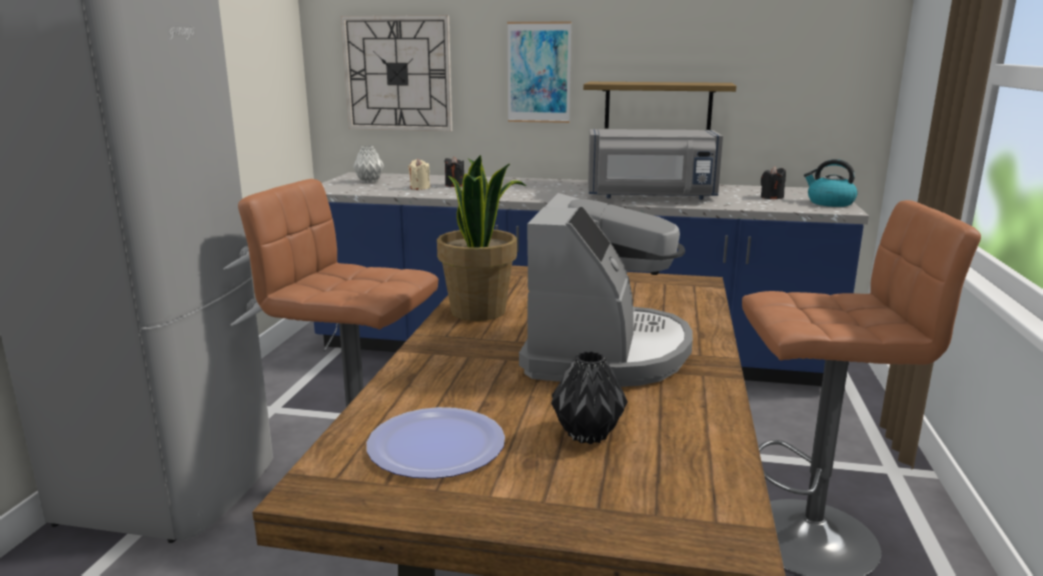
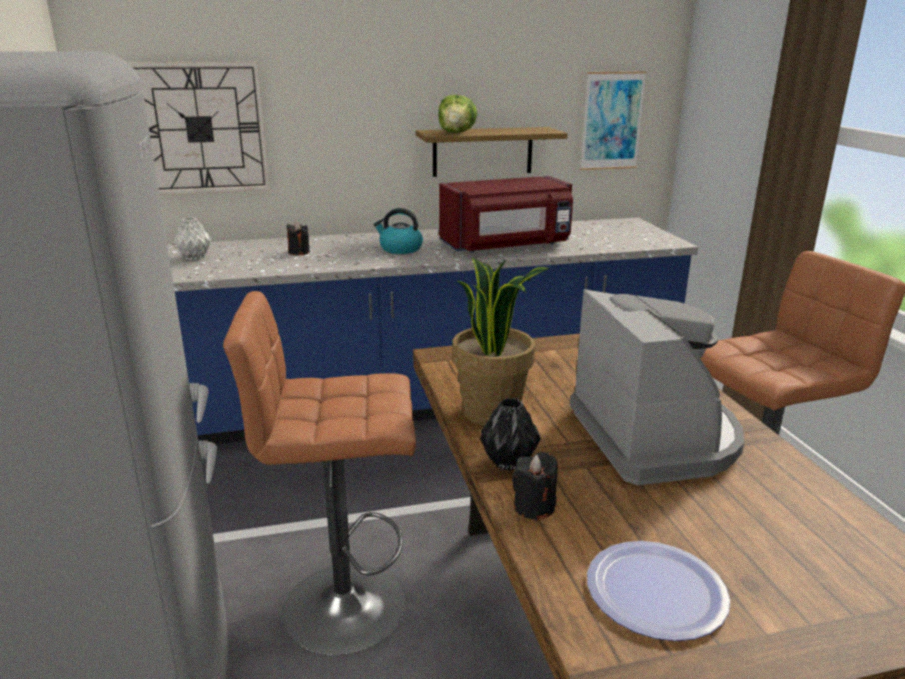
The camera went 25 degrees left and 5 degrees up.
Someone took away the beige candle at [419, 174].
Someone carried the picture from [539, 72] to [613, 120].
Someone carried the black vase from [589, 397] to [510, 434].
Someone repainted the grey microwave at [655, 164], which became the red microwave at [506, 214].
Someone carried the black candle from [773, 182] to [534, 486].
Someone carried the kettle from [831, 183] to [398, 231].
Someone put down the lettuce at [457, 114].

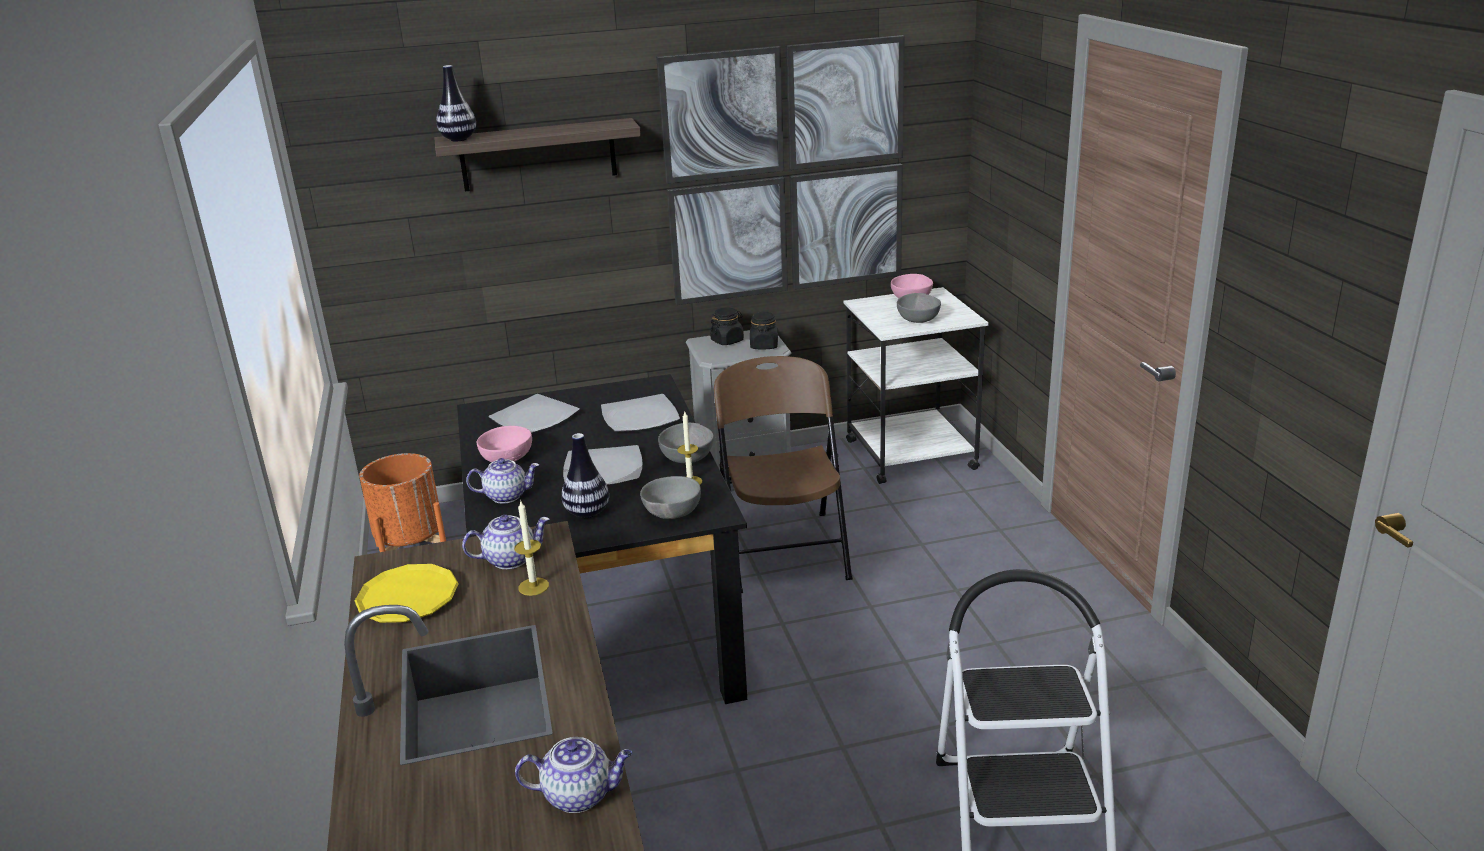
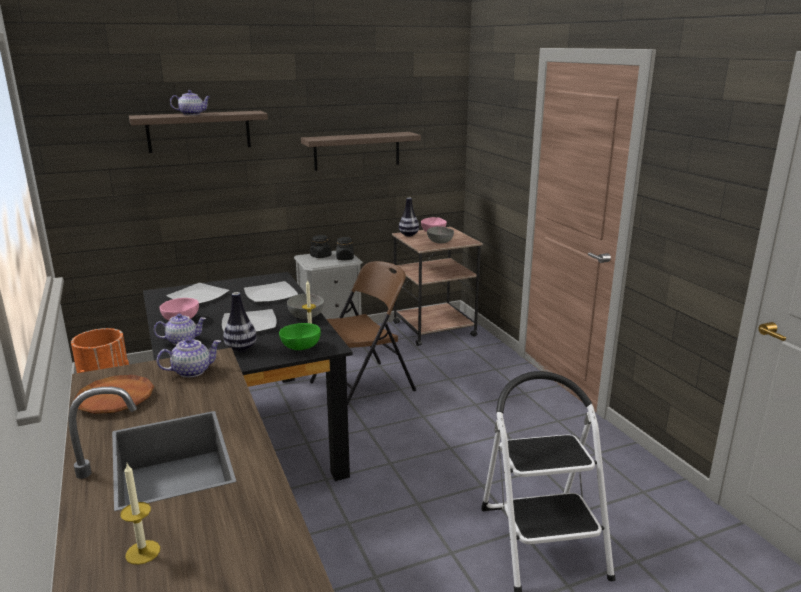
The camera went 10 degrees left and 5 degrees down.
Someone repainted the yellow plate at [407, 593], which became the brown plate at [113, 394].
Someone carried the vase from [456, 103] to [409, 217].
Someone carried the candle from [531, 548] to [140, 514].
Someone carried the teapot from [573, 775] to [190, 102].
Someone repainted the grey bowl at [670, 497], which became the green bowl at [300, 336].
Someone swapped the picture at [780, 170] for the shelf at [361, 151].
Someone rotated the brown chair at [783, 474] by 75 degrees clockwise.
Someone repainted the white cart at [916, 385], which became the brown cart at [437, 286].

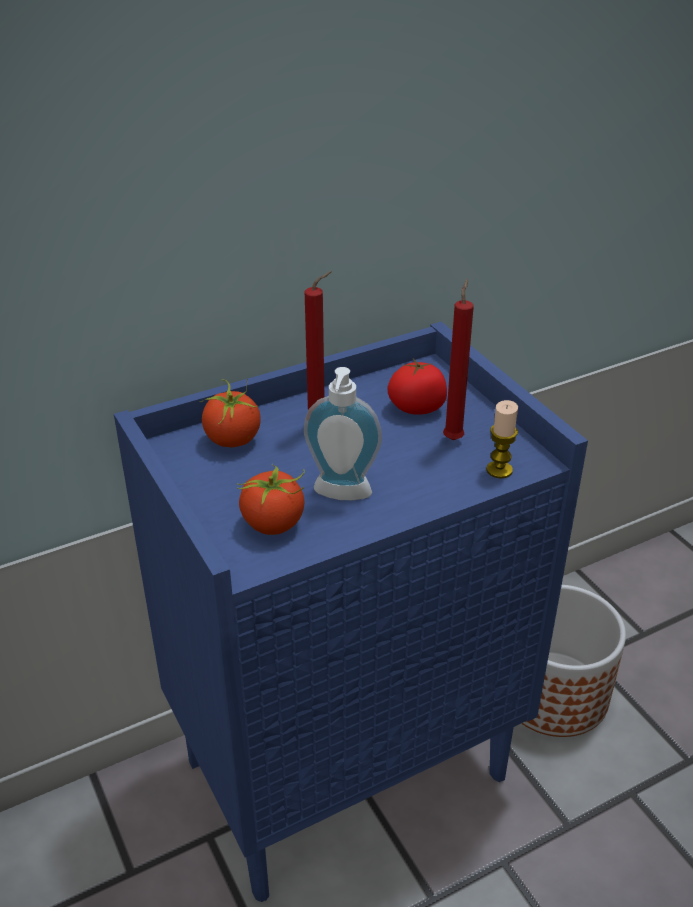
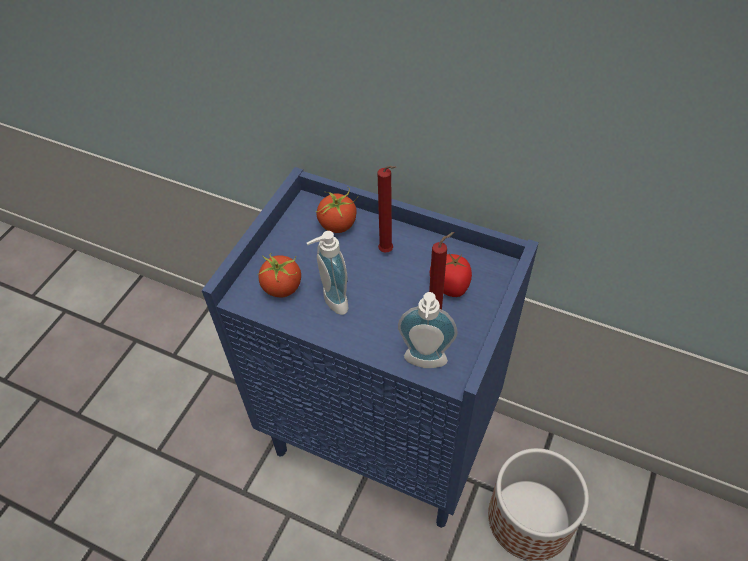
The camera went 55 degrees right and 15 degrees up.
Someone swapped the candle at [502, 439] for the soap dispenser at [427, 330].

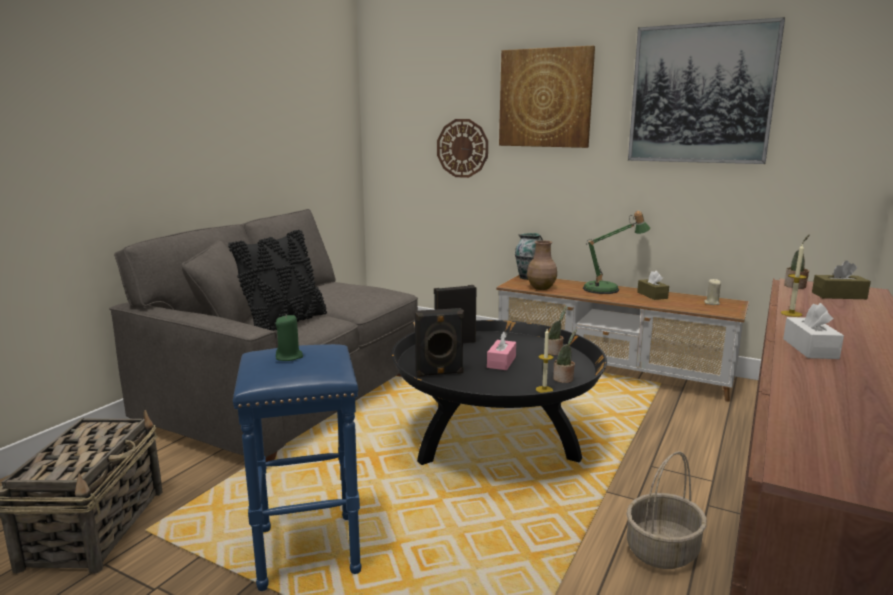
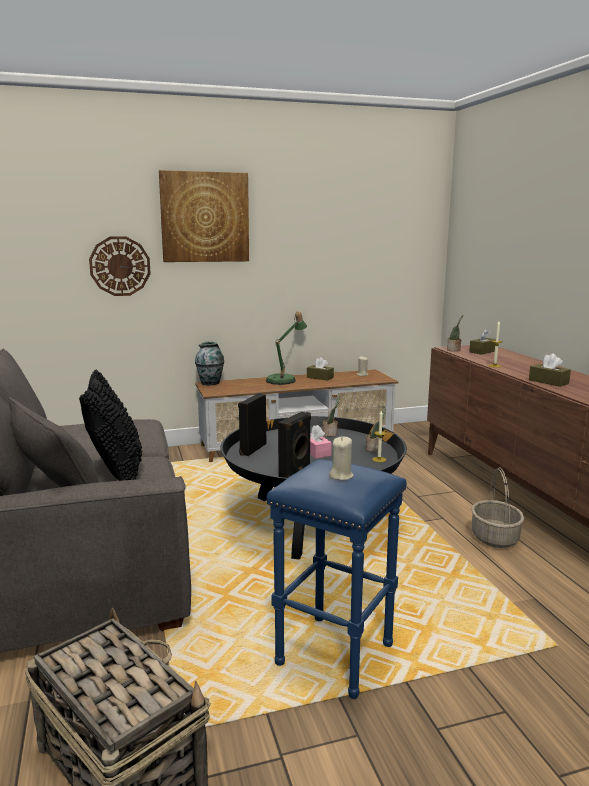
The camera went 45 degrees left and 0 degrees up.
Someone repainted the green candle at [289, 337], which became the beige candle at [341, 458].
Someone took away the brown vase at [542, 265].
Someone took away the picture at [706, 90].
Someone repainted the white tissue box at [813, 331], which became the brown tissue box at [550, 370].

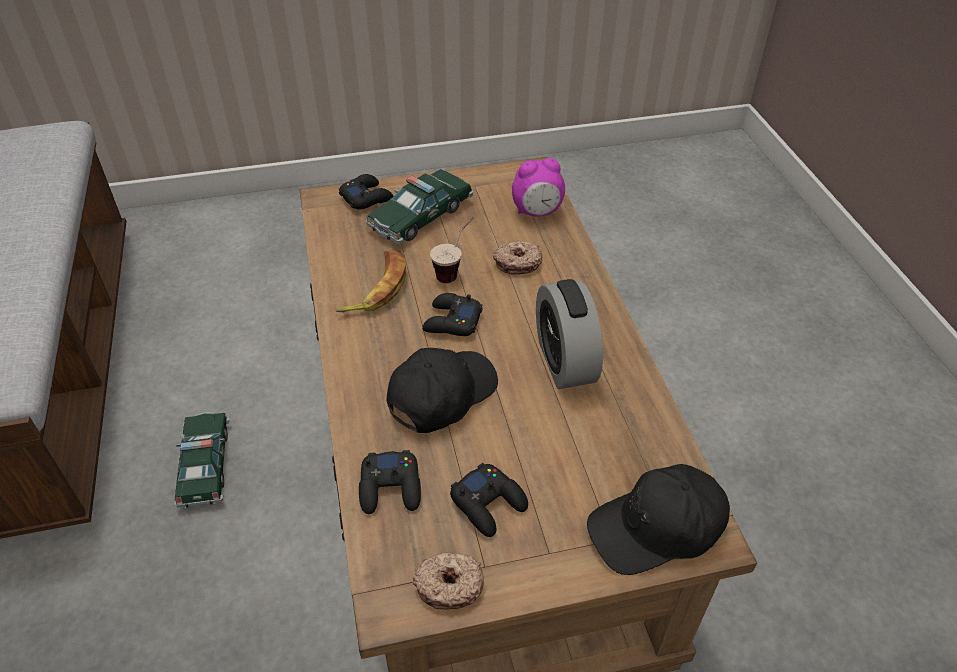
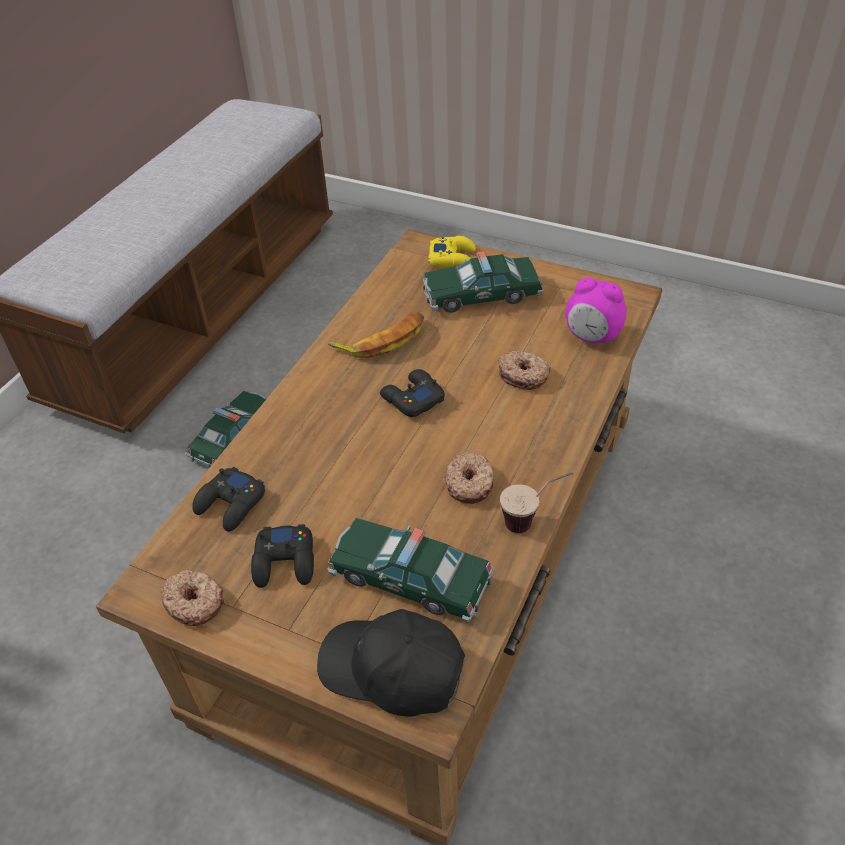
The camera went 40 degrees right and 0 degrees up.
Someone repainted the black game controller at [366, 192], which became the yellow game controller at [452, 252].
Someone took away the black cap at [442, 390].
Someone carried the cup from [452, 250] to [536, 502].
Someone swapped the alarm clock at [569, 334] for the donut at [469, 478].
Someone put down the toy car at [411, 570].

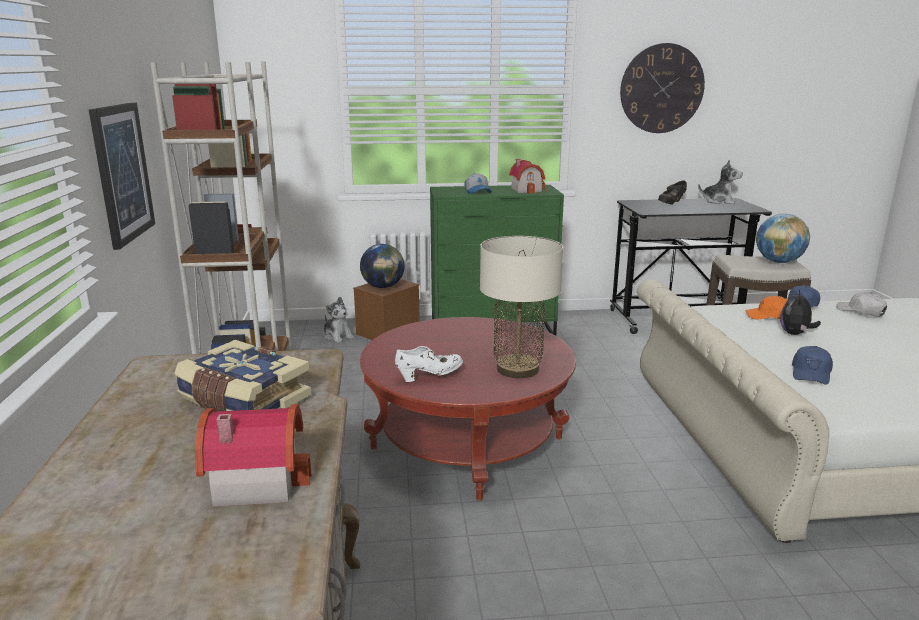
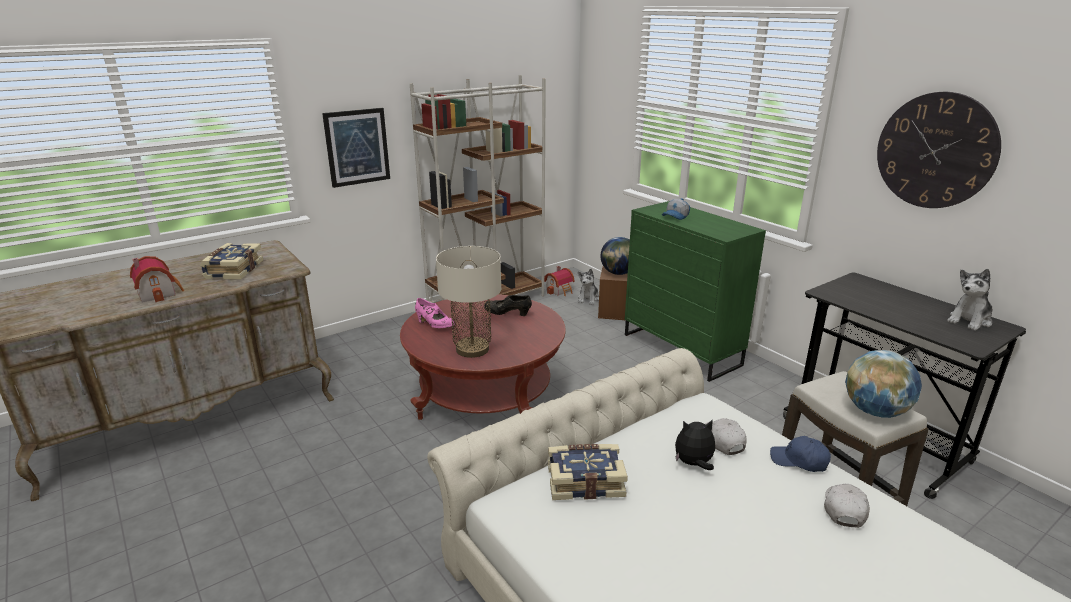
The camera went 60 degrees right and 5 degrees up.
Someone repainted the white shoe at [429, 364], which became the pink shoe at [435, 313].
Someone carried the toy house from [528, 176] to [559, 281].
Someone carried the black shoe from [672, 192] to [508, 305].
Someone rotated the plush toy at [720, 182] by 60 degrees clockwise.
Someone repainted the orange cap at [766, 307], which became the white cap at [726, 436].
Someone swapped the blue cap at [812, 365] for the book at [588, 472].

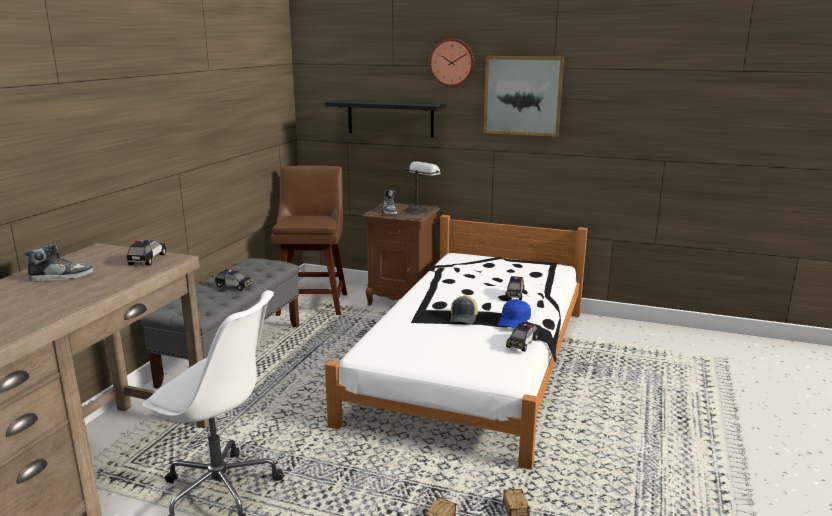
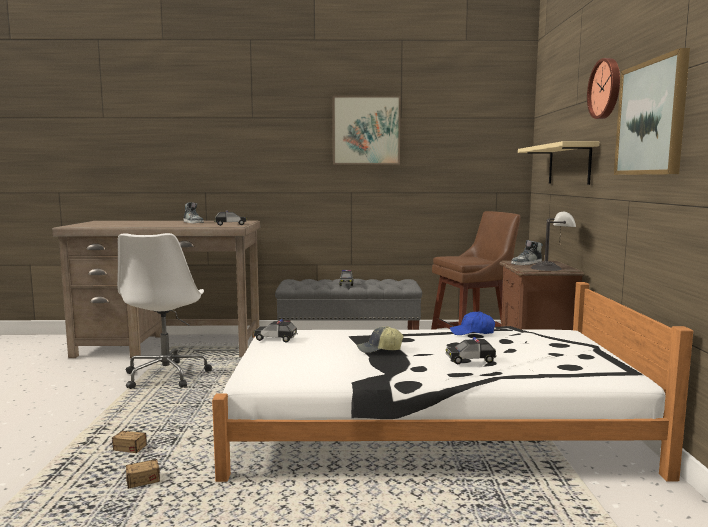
The camera went 70 degrees right and 10 degrees down.
Someone repainted the black shelf at [385, 118], which became the beige shelf at [558, 163].
Someone carried the blue cap from [514, 314] to [472, 323].
Someone carried the toy car from [522, 336] to [276, 330].
Someone put up the picture at [367, 130].

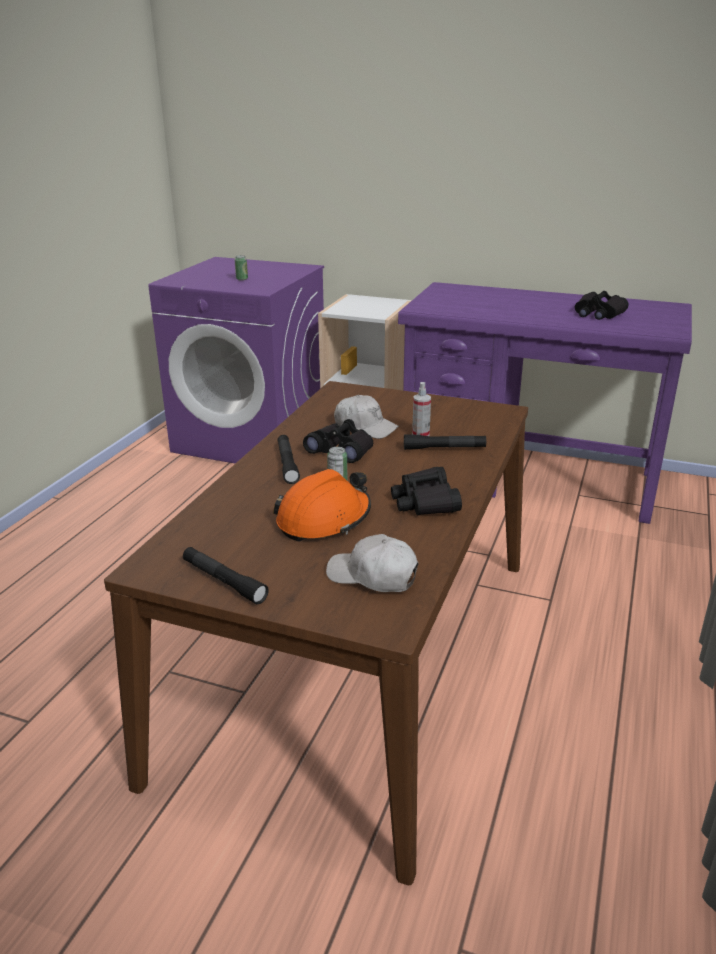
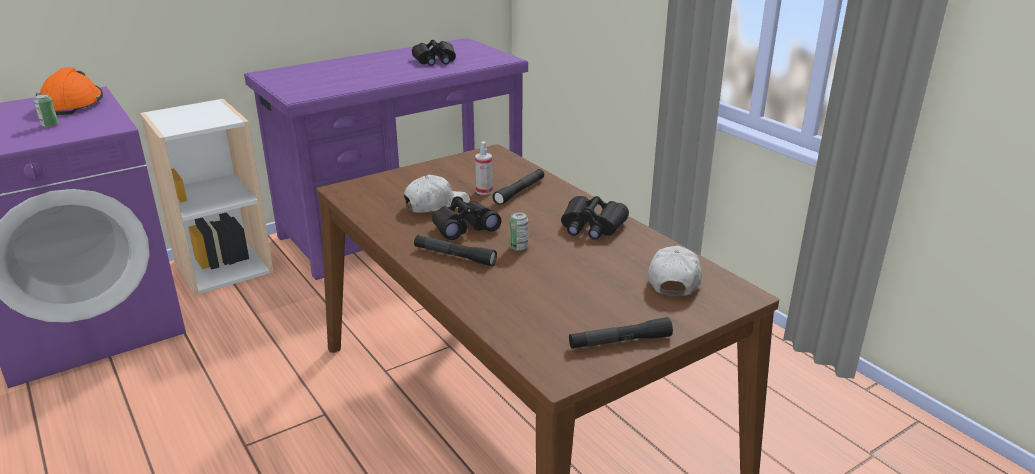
The camera went 55 degrees left and 0 degrees up.
Someone carried the orange hard hat from [322, 505] to [69, 91].
Someone rotated the white cap at [372, 563] by 135 degrees clockwise.

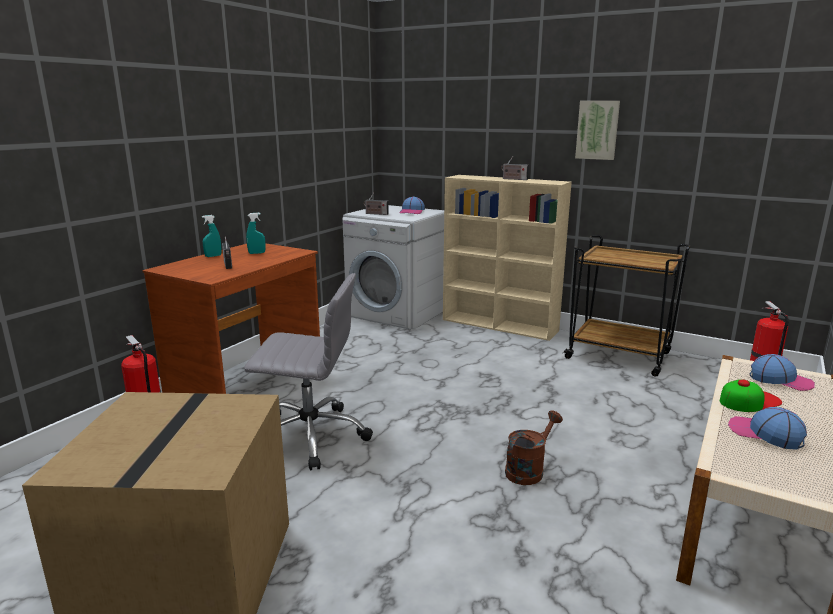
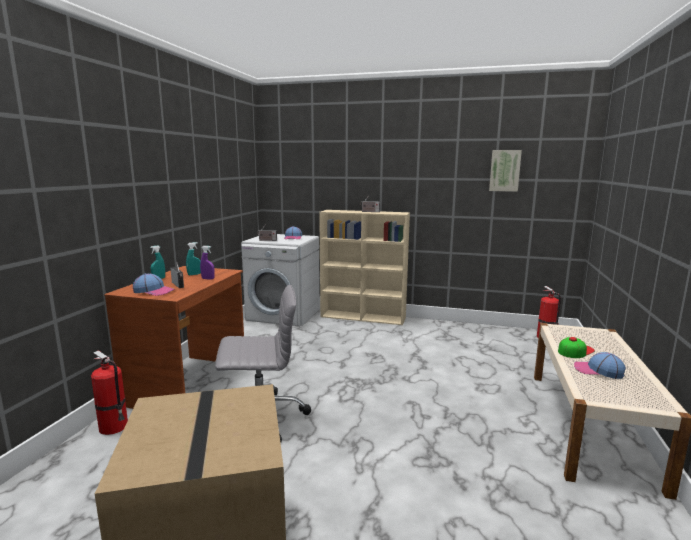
The camera went 15 degrees left and 5 degrees down.
Someone took away the brown watering can at [534, 447].
Someone took away the brown cart at [626, 306].
Someone carried the picture from [597, 130] to [505, 171].
Someone carried the cap from [782, 372] to [154, 284].
Someone put down the purple spray bottle at [207, 263].

